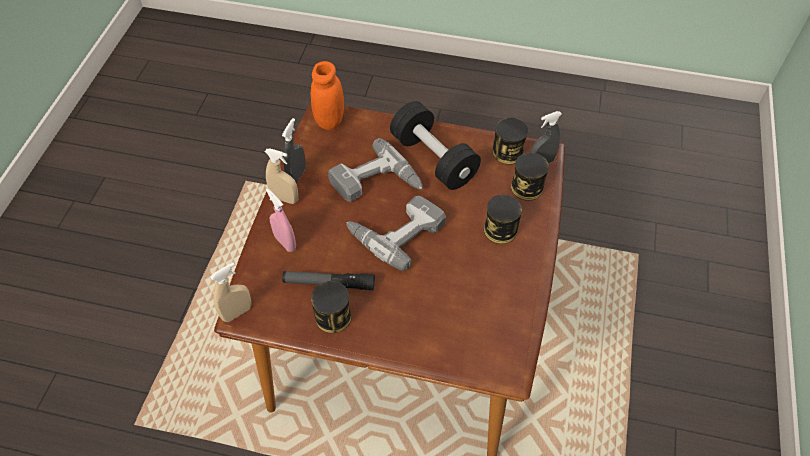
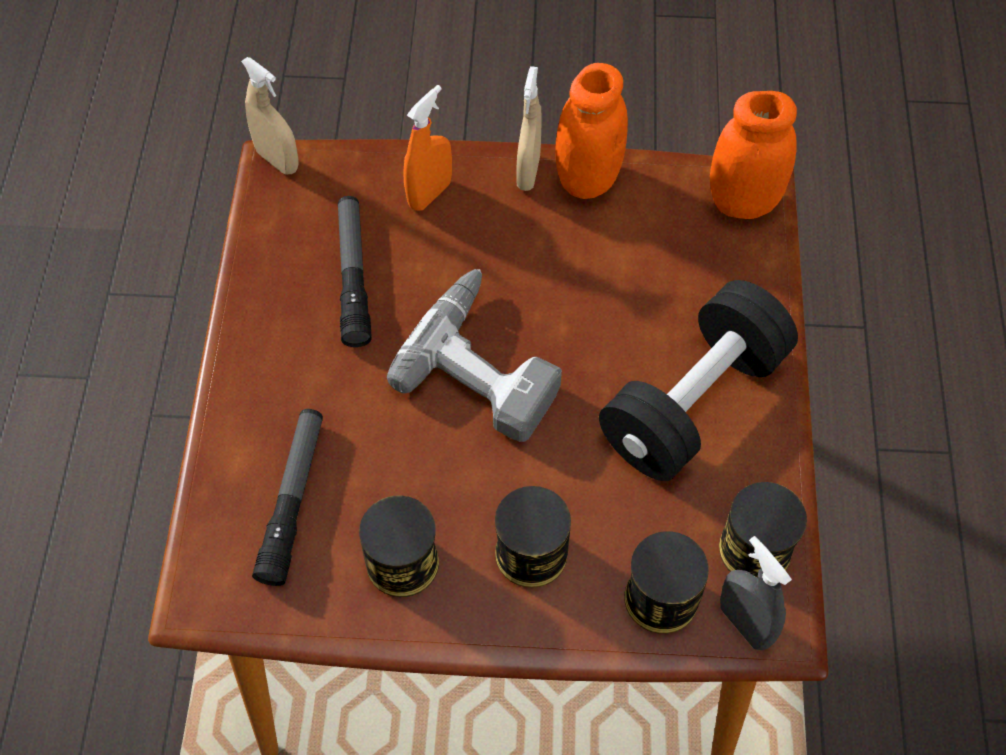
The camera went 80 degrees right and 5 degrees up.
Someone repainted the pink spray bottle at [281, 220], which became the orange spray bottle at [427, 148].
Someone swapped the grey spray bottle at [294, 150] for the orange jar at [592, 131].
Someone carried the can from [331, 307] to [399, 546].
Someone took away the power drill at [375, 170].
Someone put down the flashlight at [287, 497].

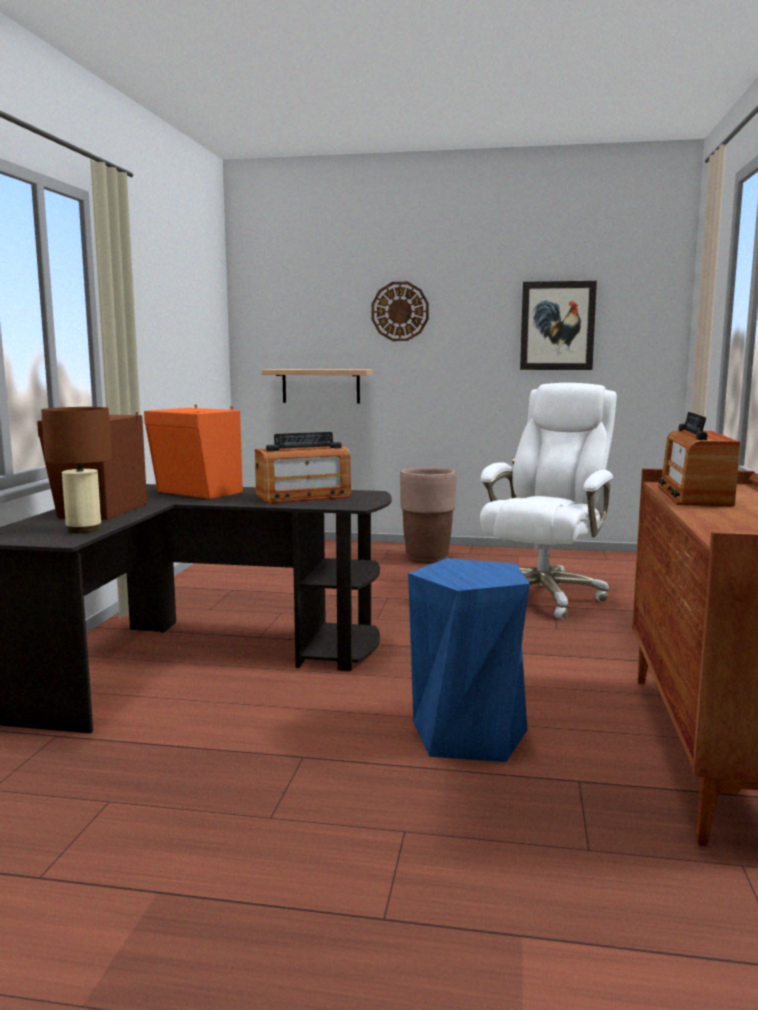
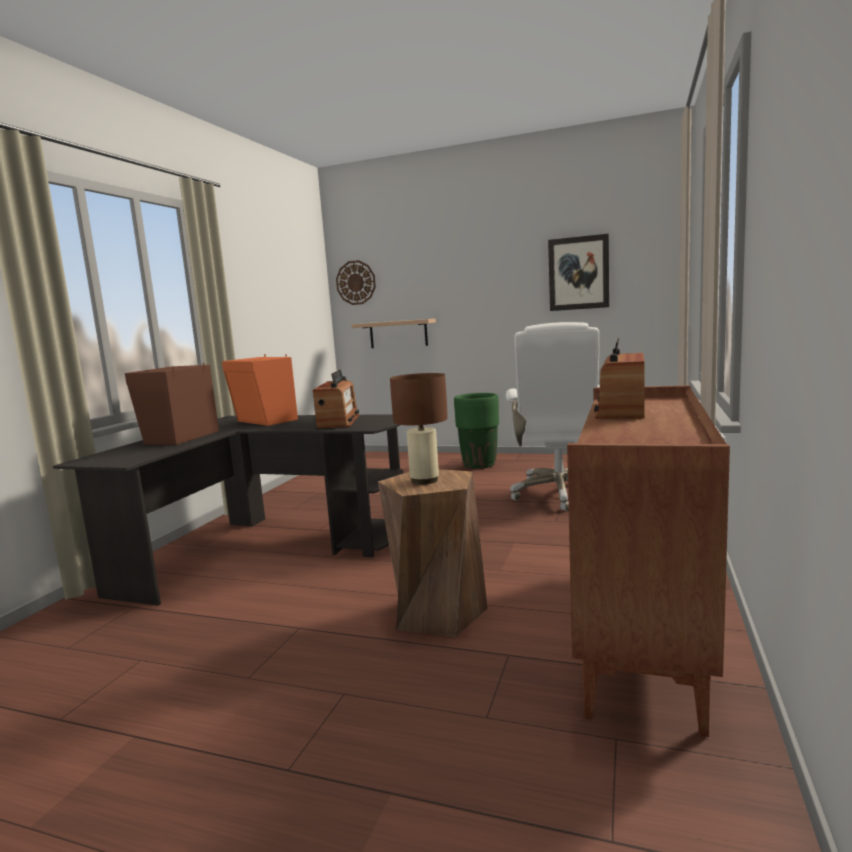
The camera went 10 degrees right and 0 degrees up.
Someone carried the brown table lamp from [76, 470] to [419, 429].
Someone rotated the radio at [303, 467] by 75 degrees counterclockwise.
Someone carried the wall clock from [400, 311] to [356, 282].
Someone repainted the brown planter at [428, 515], which became the green planter at [476, 431].
Someone repainted the blue stool at [469, 660], which became the brown stool at [433, 552].
Someone rotated the white office chair at [548, 501] by 150 degrees clockwise.

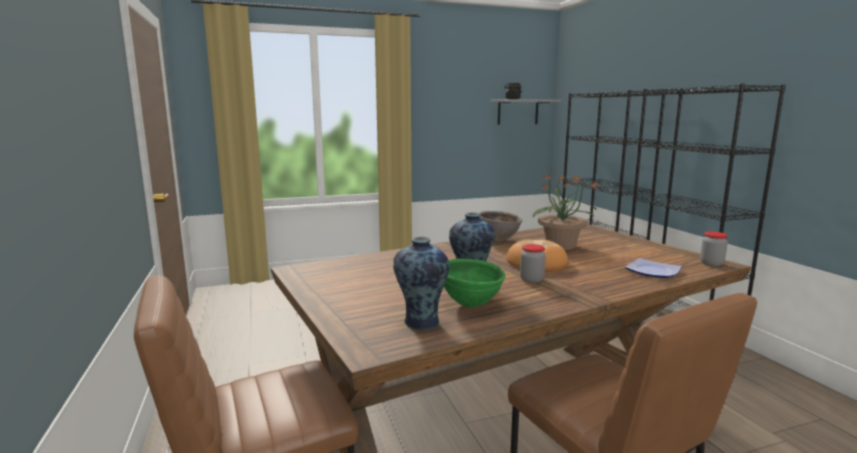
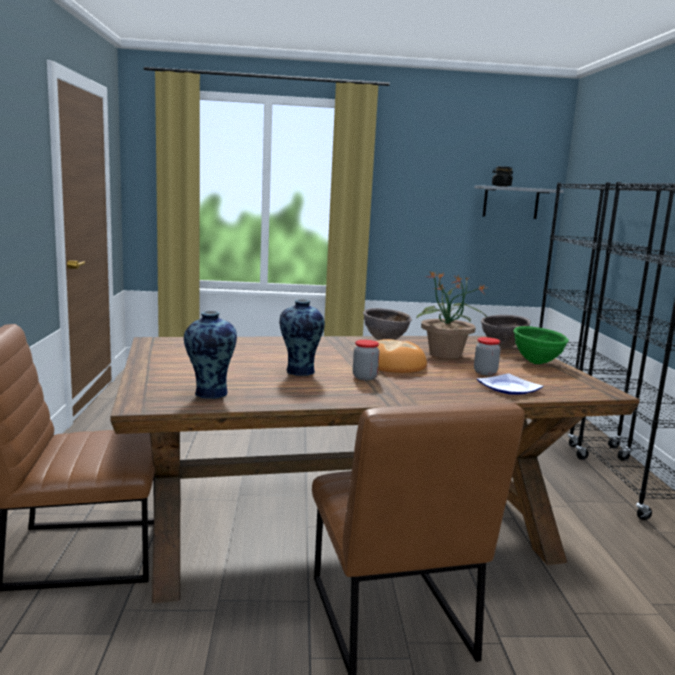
The camera went 15 degrees right and 0 degrees up.
Someone carried the green bowl from [474, 283] to [541, 345].
Someone carried the jar from [714, 249] to [487, 356].
Someone put down the brown bowl at [506, 331].

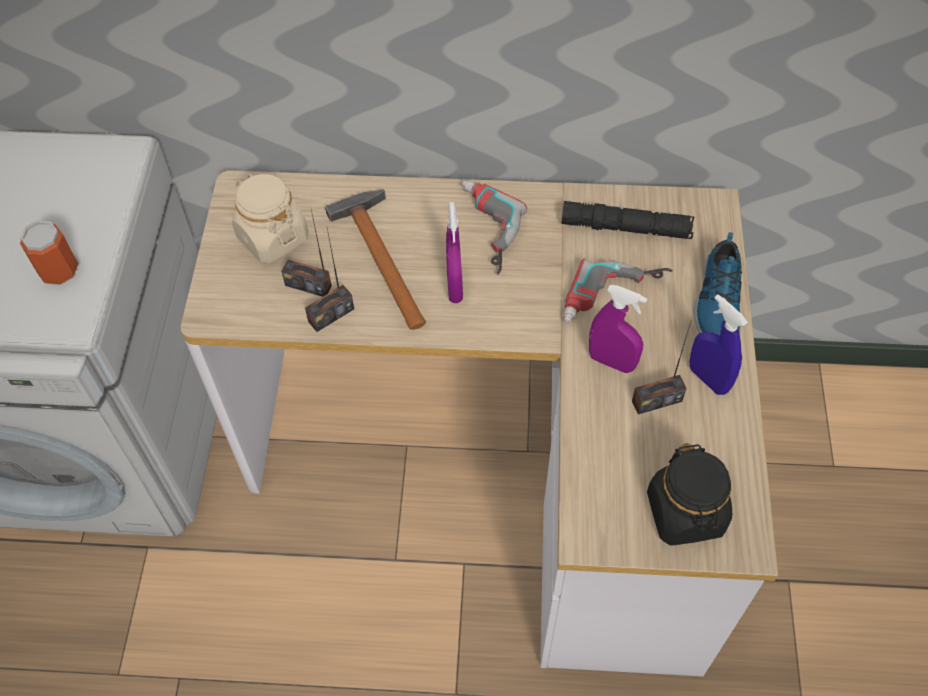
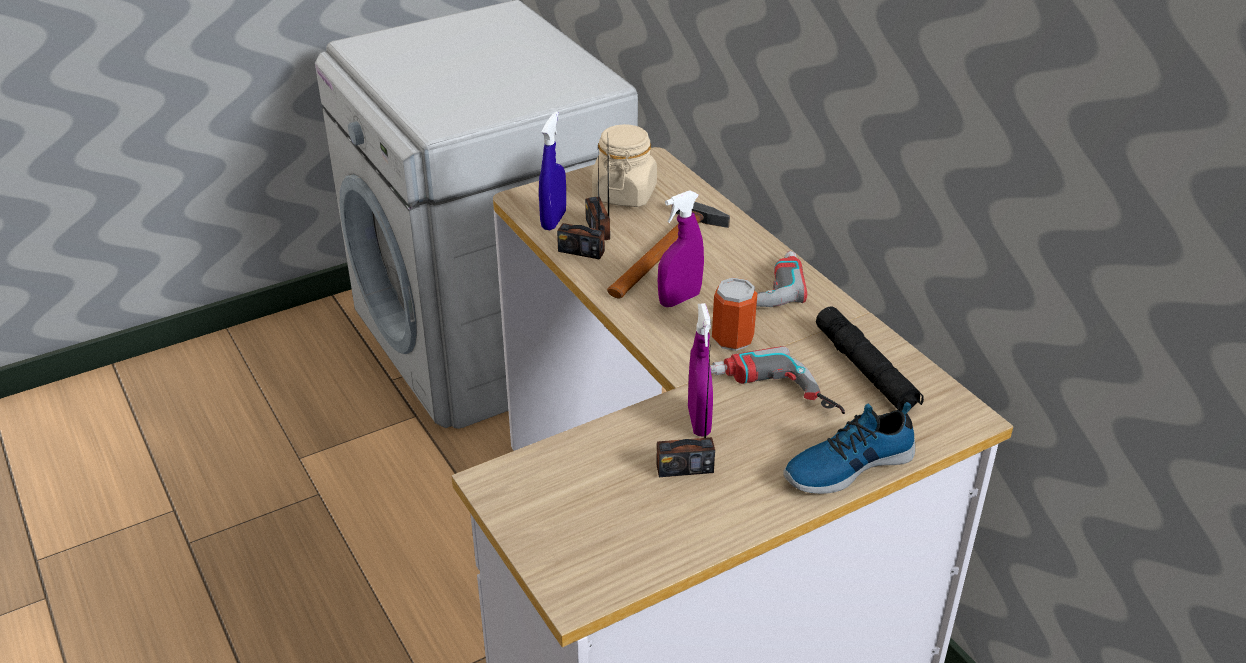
The camera went 55 degrees right and 20 degrees down.
Someone carried the can from [49, 253] to [734, 314].
Someone rotated the radio at [662, 366] by 45 degrees counterclockwise.
Someone took away the black jar at [689, 494].
Someone carried the blue spray bottle from [718, 344] to [552, 170].

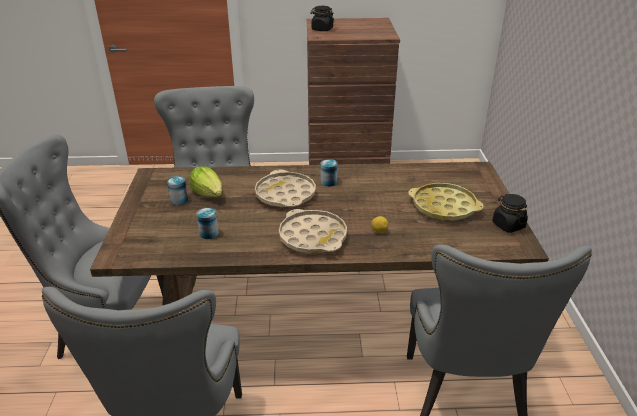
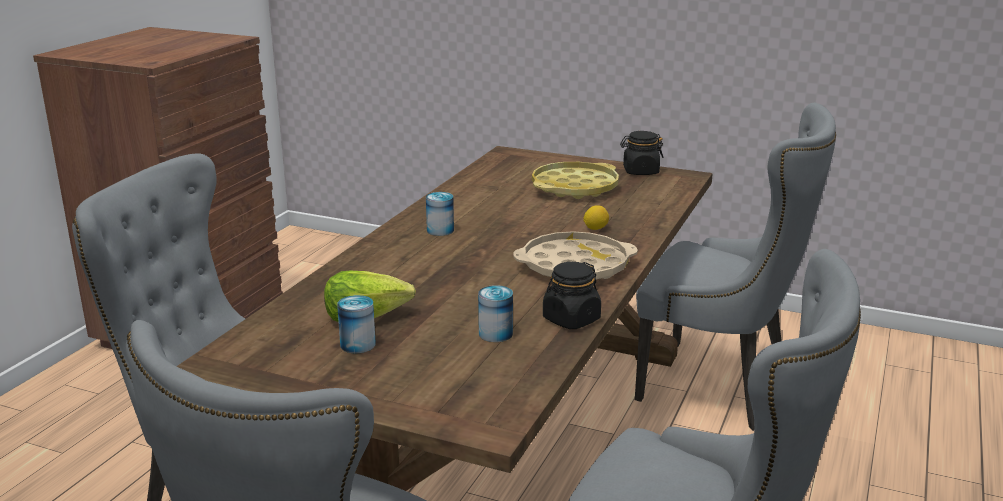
The camera went 65 degrees left and 10 degrees down.
Someone took away the beige tray at [285, 188].
Someone carried the black jar from [322, 18] to [572, 295].

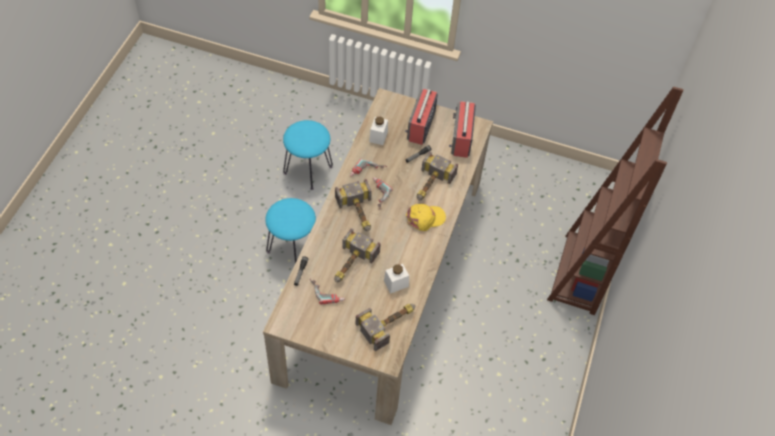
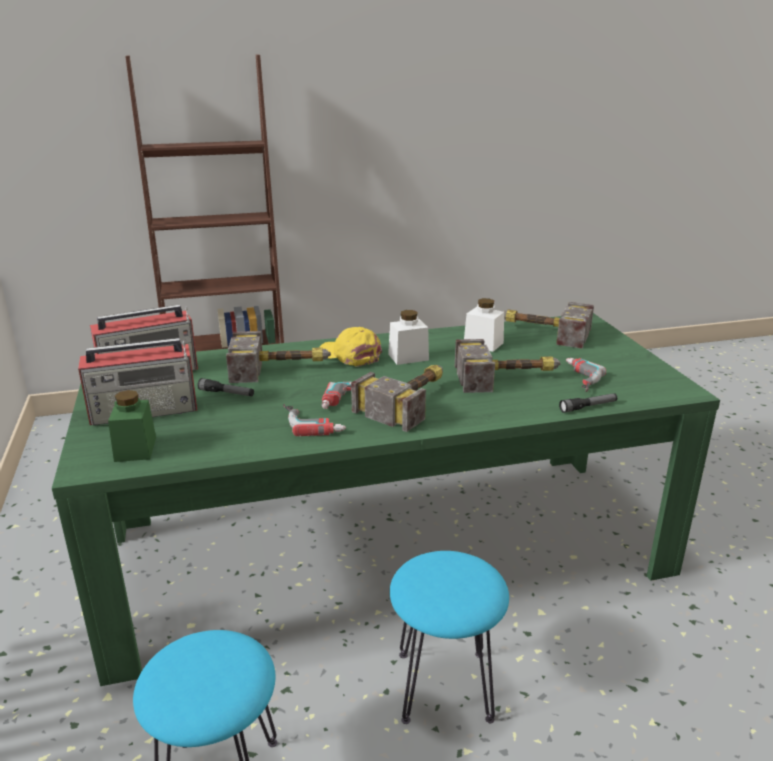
The camera went 120 degrees left and 30 degrees down.
Someone repainted the beige dining table at [378, 256], which became the green dining table at [386, 499].
Someone carried the white jar from [378, 131] to [408, 337].
Someone put down the green jar at [132, 426].

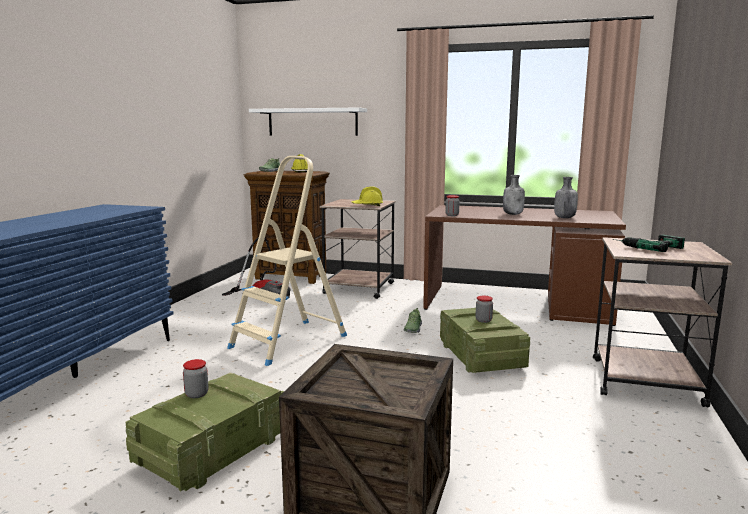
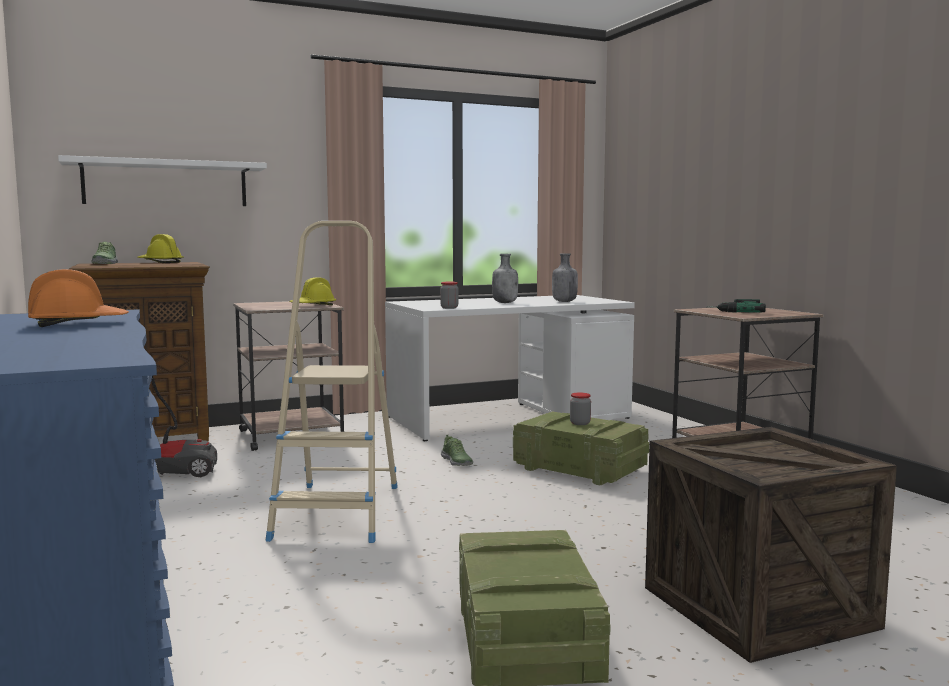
The camera went 40 degrees left and 5 degrees down.
Someone took away the jar at [196, 378].
Someone repainted the brown desk at [524, 265], which became the white desk at [510, 368].
Someone put down the orange hard hat at [78, 298].

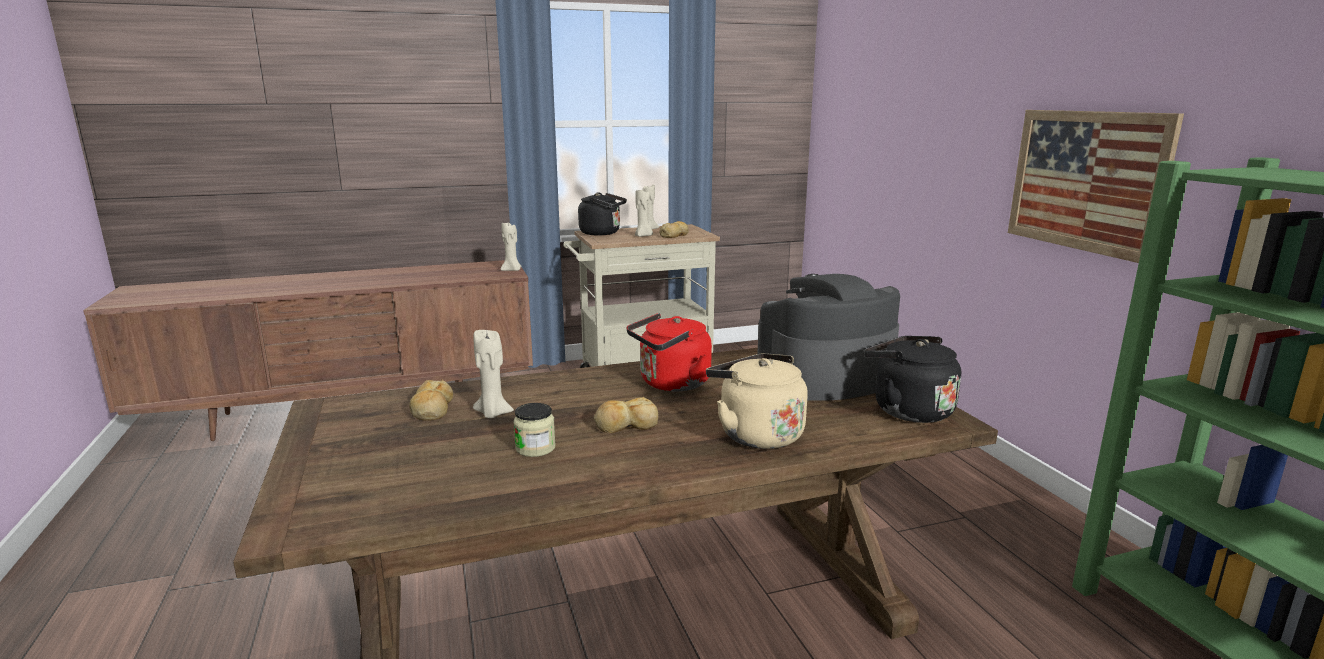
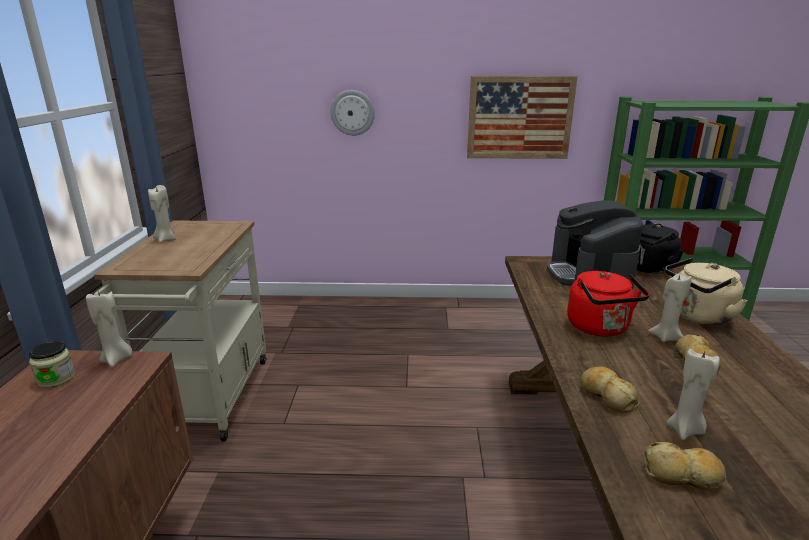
The camera went 70 degrees left and 5 degrees up.
Someone carried the jar from [535, 430] to [52, 364].
Someone took away the black kettle at [602, 214].
Someone carried the beige candle from [644, 213] to [670, 308].
Someone carried the bread from [674, 229] to [610, 389].
Someone put up the wall clock at [352, 113].

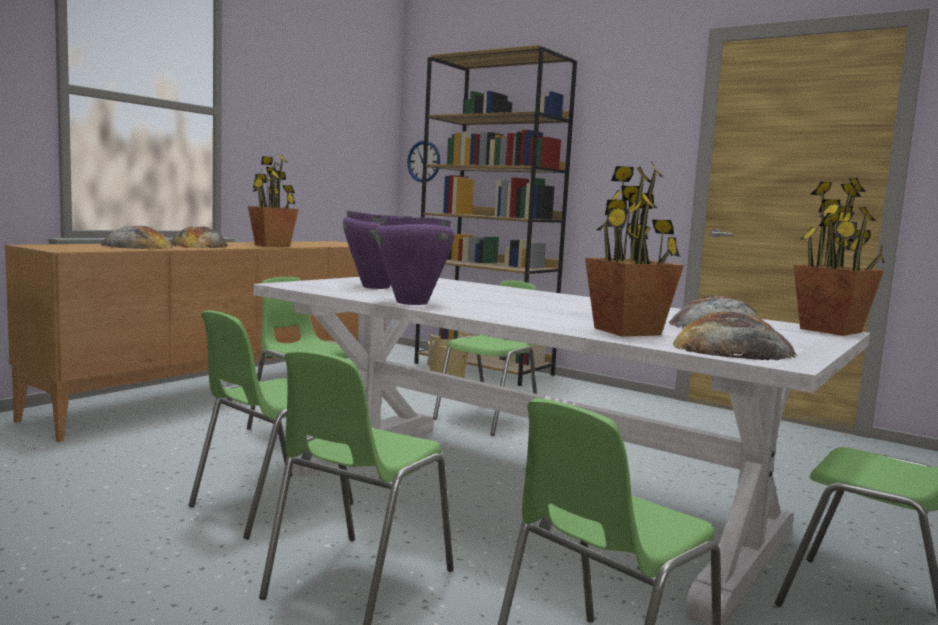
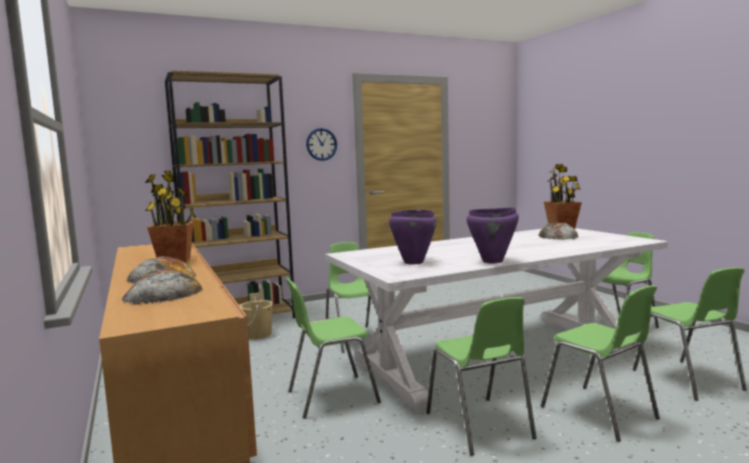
The camera went 60 degrees left and 0 degrees up.
Someone carried the wall clock from [423, 161] to [321, 144].
Someone took away the potted plant at [634, 249].
Someone took away the bread at [735, 336].

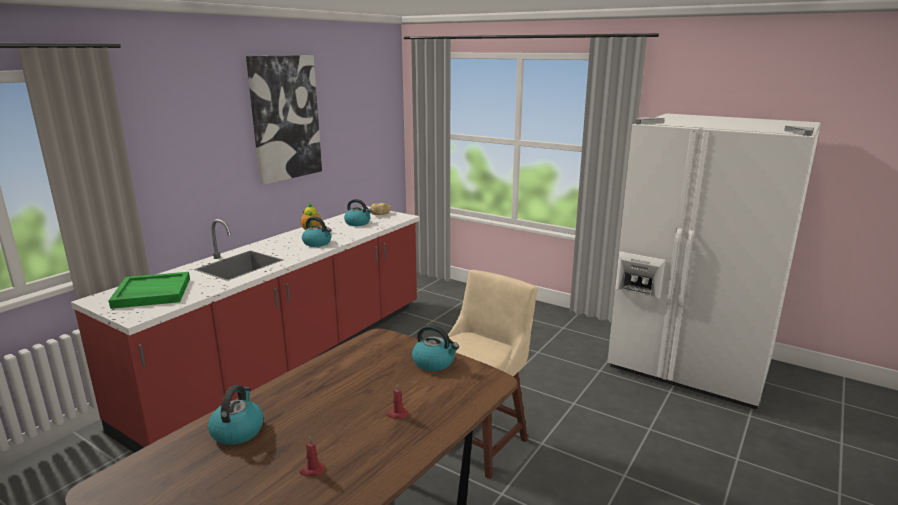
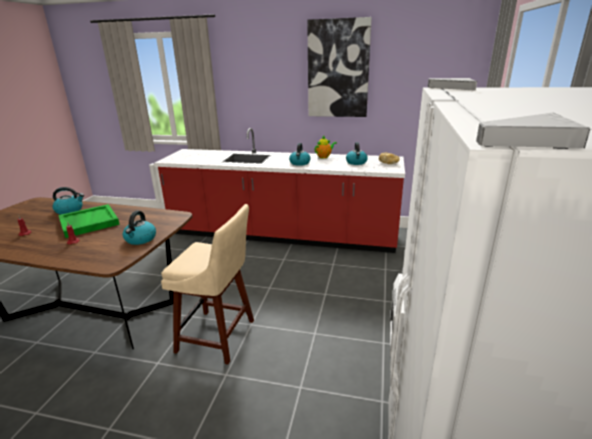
The camera went 70 degrees right and 5 degrees up.
Someone carried the green tray from [149, 290] to [89, 221].

